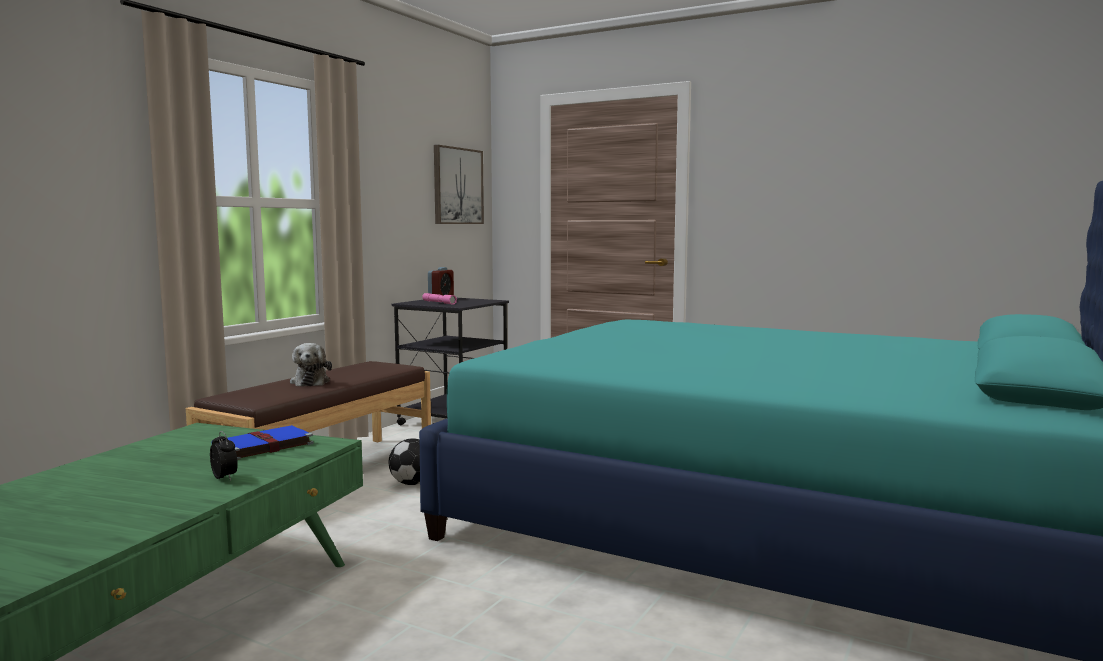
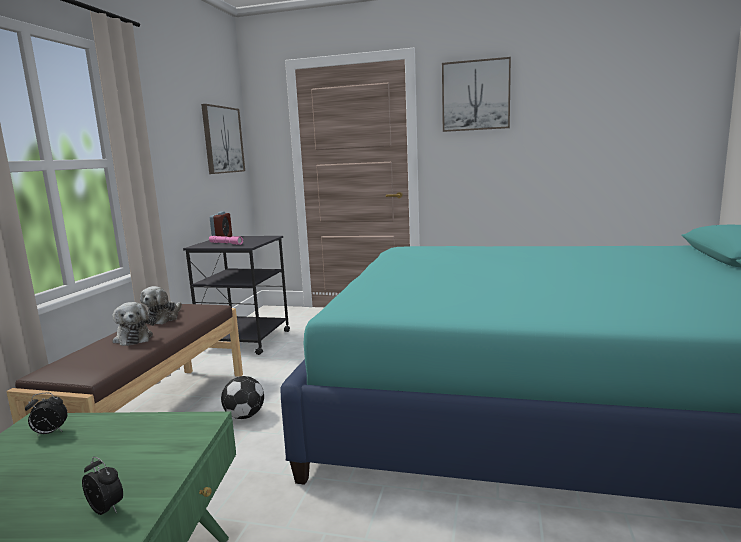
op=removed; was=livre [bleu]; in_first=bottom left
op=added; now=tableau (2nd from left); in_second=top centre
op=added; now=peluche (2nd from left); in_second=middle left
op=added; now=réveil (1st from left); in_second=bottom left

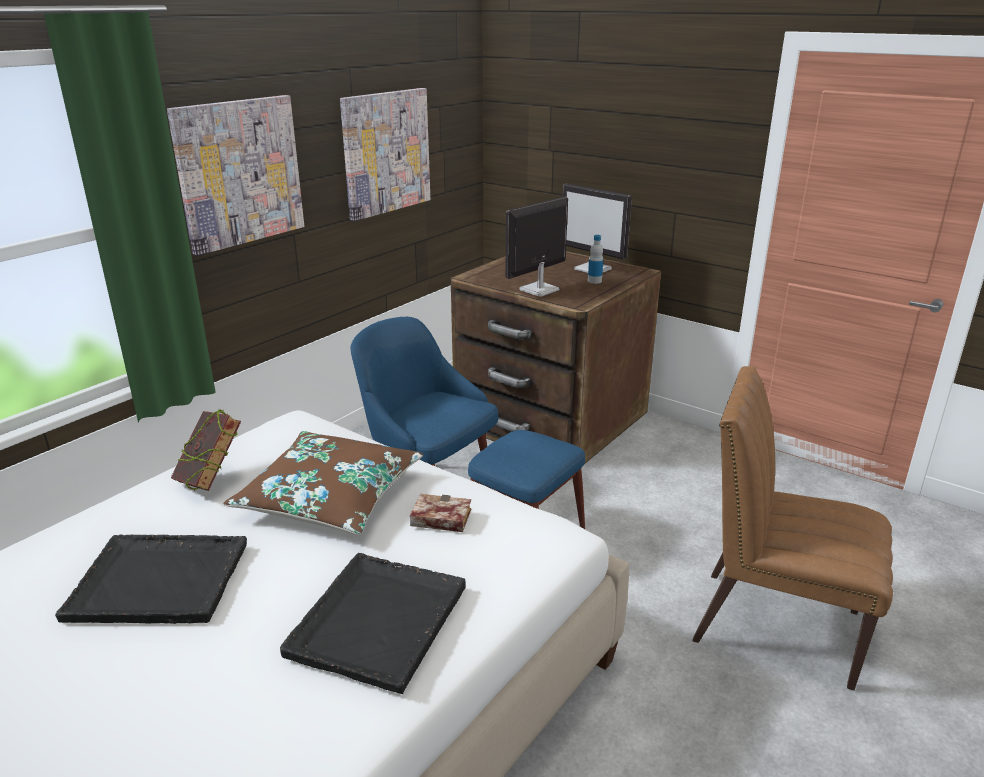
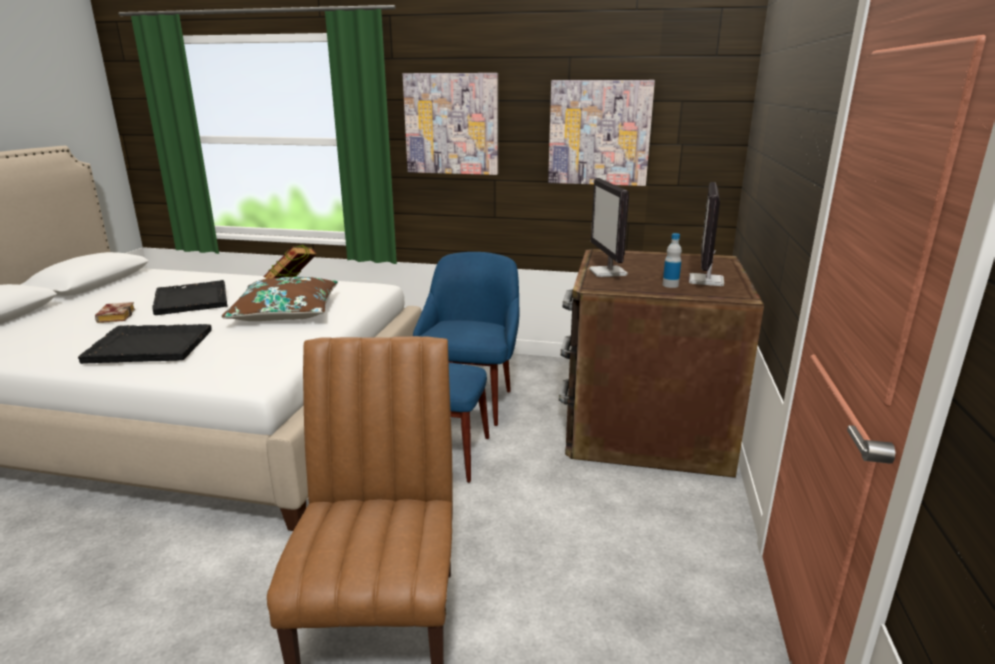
op=turned; was=écran d'ordinateur (1st from left); in_first=top centre; in_second=centre; clockwise=-120
op=moved; was=livre (2nd from left in the first image); now=livre (1st from left); in_first=centre; in_second=middle left

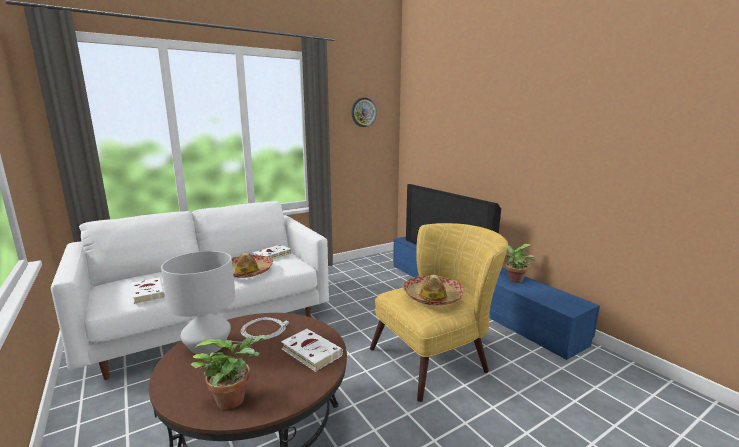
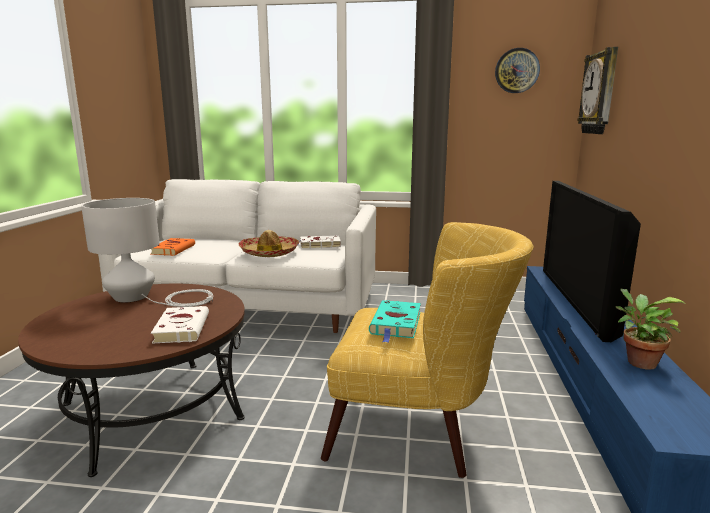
op=replaced; was=chapeau (2nd from left); now=livre [turquoise]; in_first=centre; in_second=centre
op=recoloured; was=livre [blanc] (1st from left); now=livre [orange]; in_first=middle left; in_second=middle left
op=removed; was=plante en pot (1st from left); in_first=bottom left
op=added; now=horloge murale (2nd from left); in_second=top right

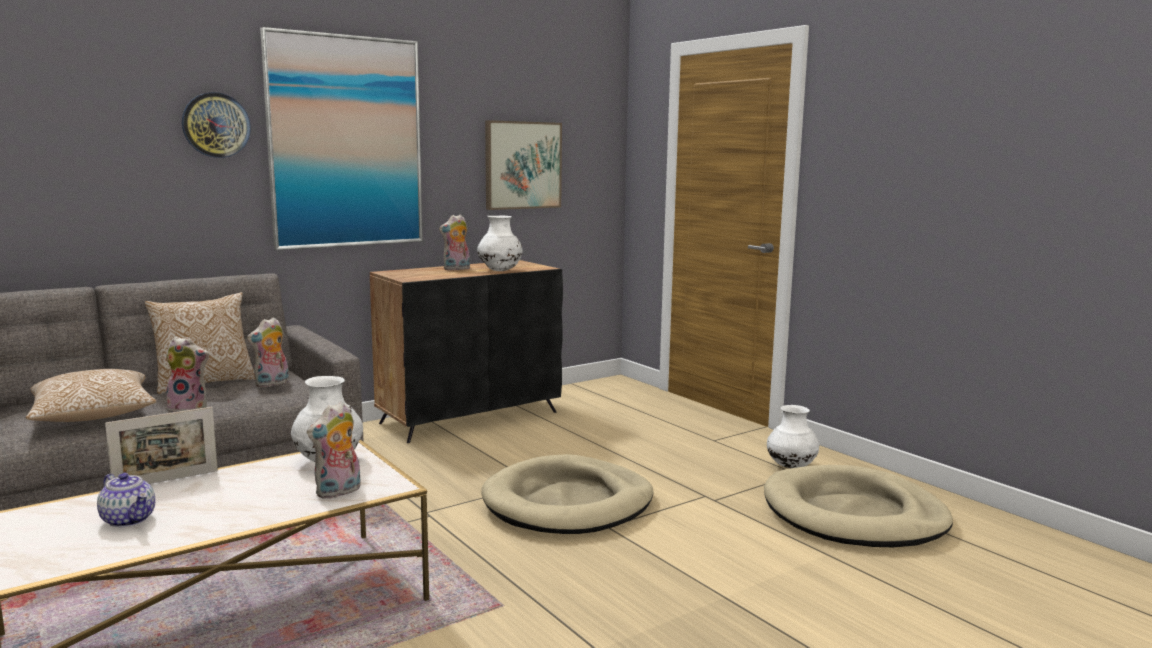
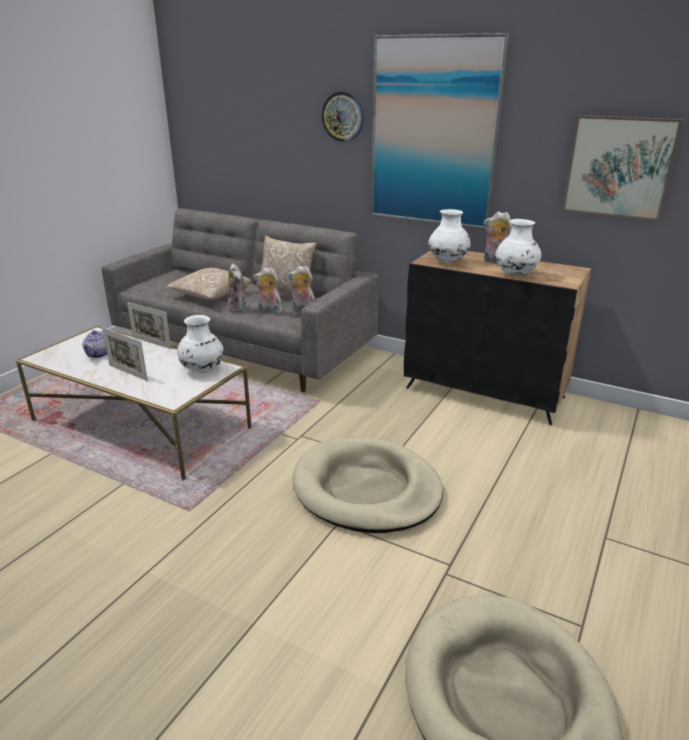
op=moved; was=peluche (3rd from left in the first image); now=peluche (2nd from left); in_first=bottom left; in_second=centre
op=moved; was=vase [blanc] (3rd from left in the first image); now=vase [blanc] (2nd from left); in_first=bottom right; in_second=top centre
op=added; now=cadre photo (1st from left); in_second=middle left

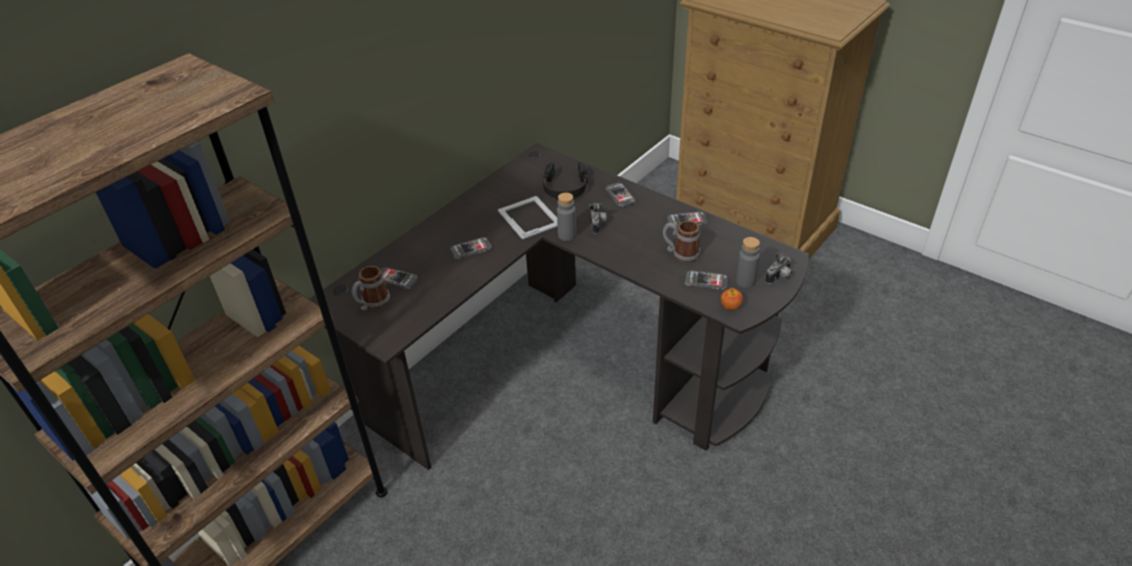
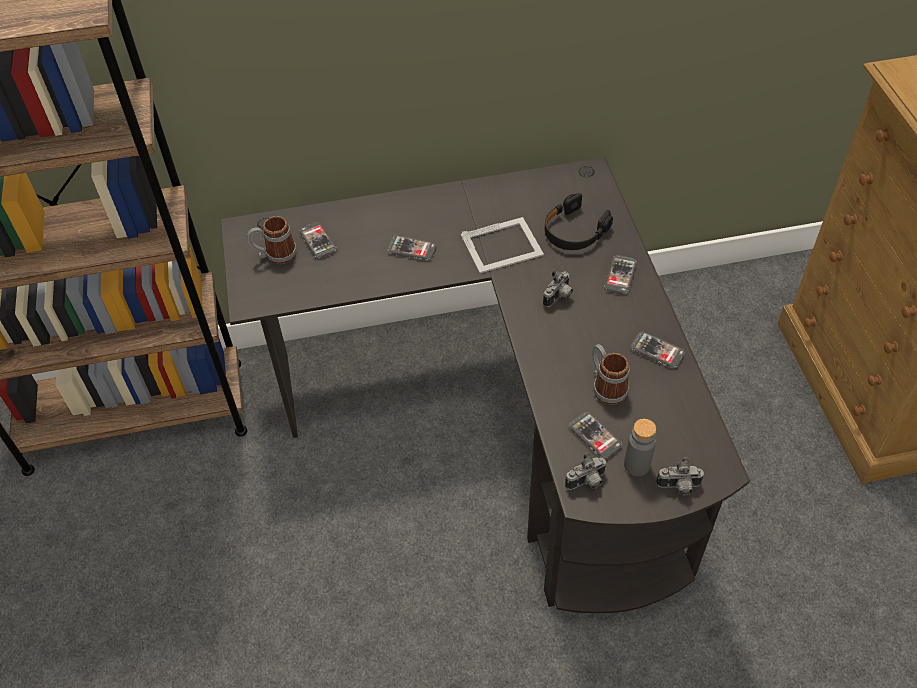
op=removed; was=bouteille [gris] (1st from left); in_first=centre
op=turned; was=cadre photo; in_first=centre; in_second=centre; clockwise=60
op=replaced; was=pomme; now=appareil photo (2nd from left); in_first=centre; in_second=bottom centre

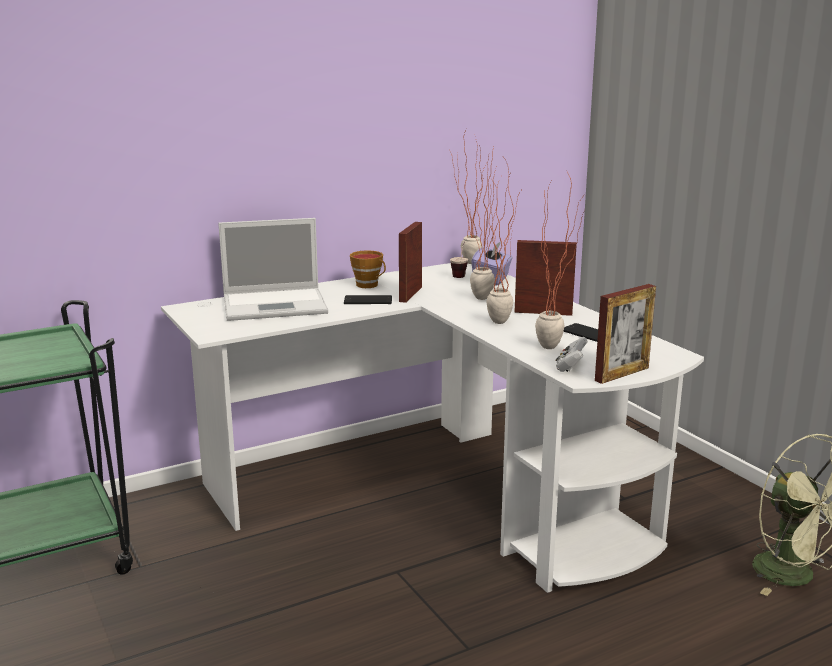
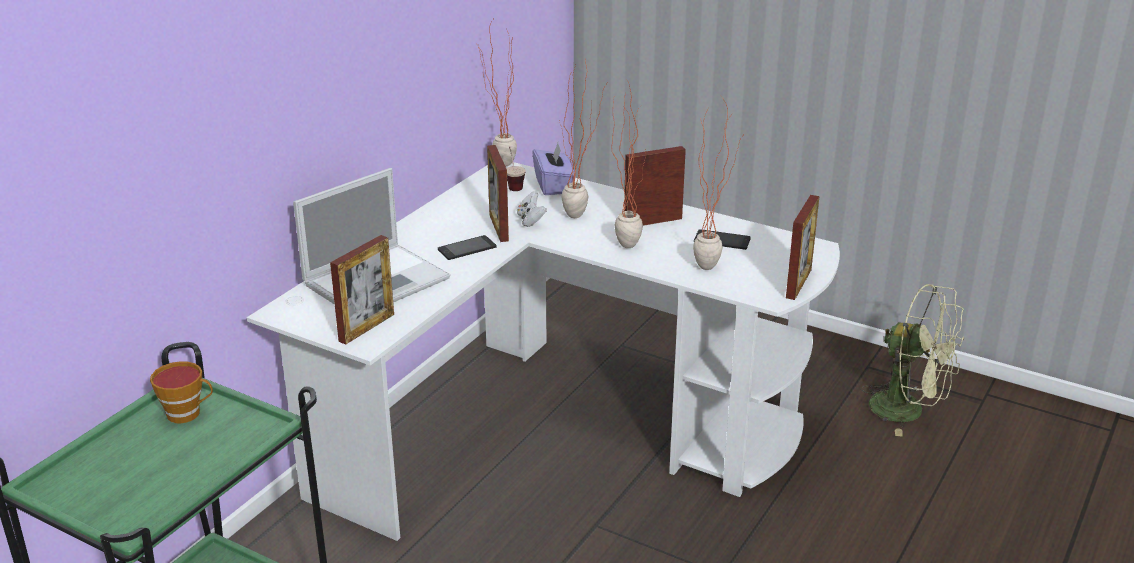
op=moved; was=tasse (1st from left); in_first=centre; in_second=bottom left
op=moved; was=manette [blanc]; in_first=middle right; in_second=centre
op=added; now=cadre photo (1st from left); in_second=middle left

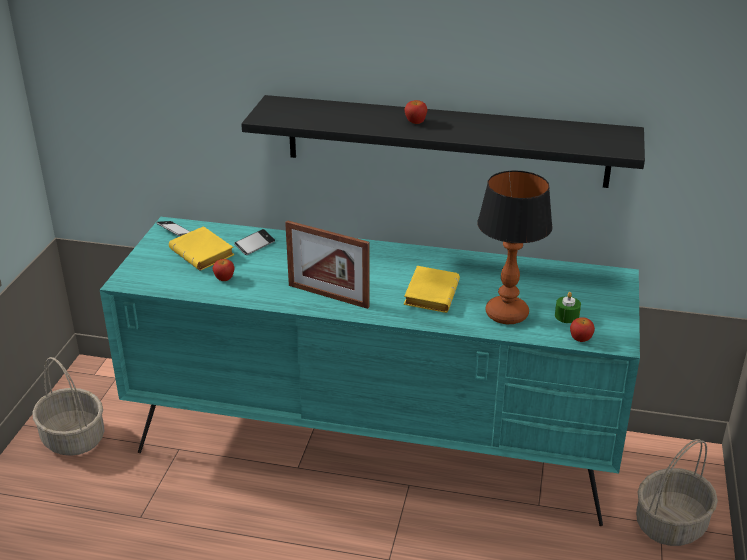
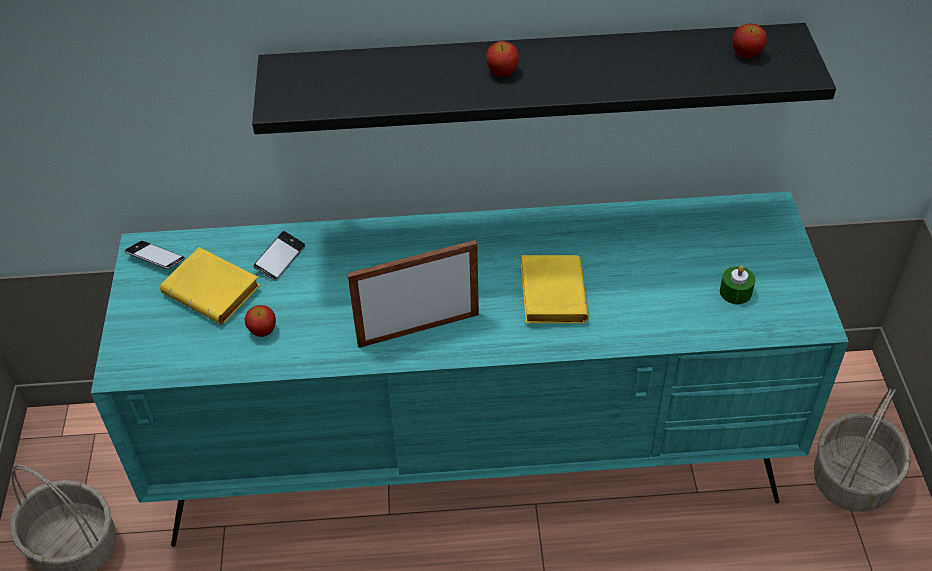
op=removed; was=lampe de table; in_first=middle right
op=turned; was=cadre photo; in_first=centre; in_second=centre; clockwise=150
op=moved; was=pomme (3rd from left); in_first=middle right; in_second=top right

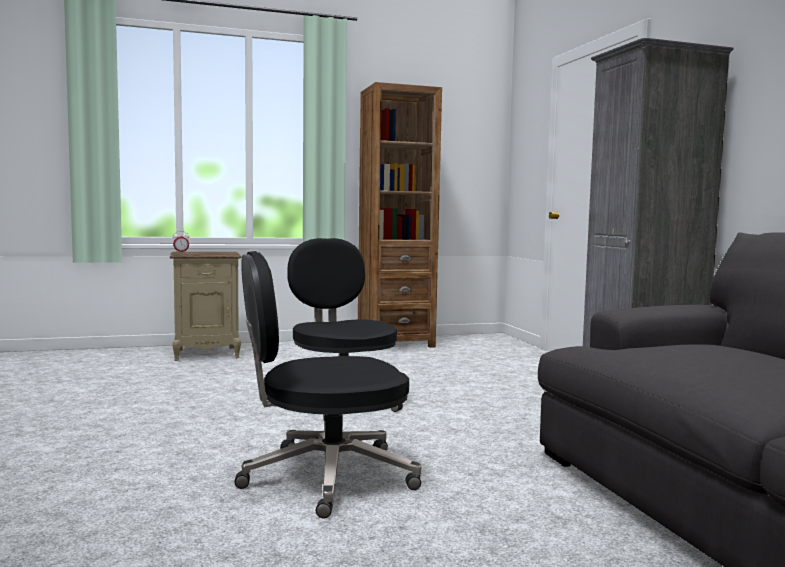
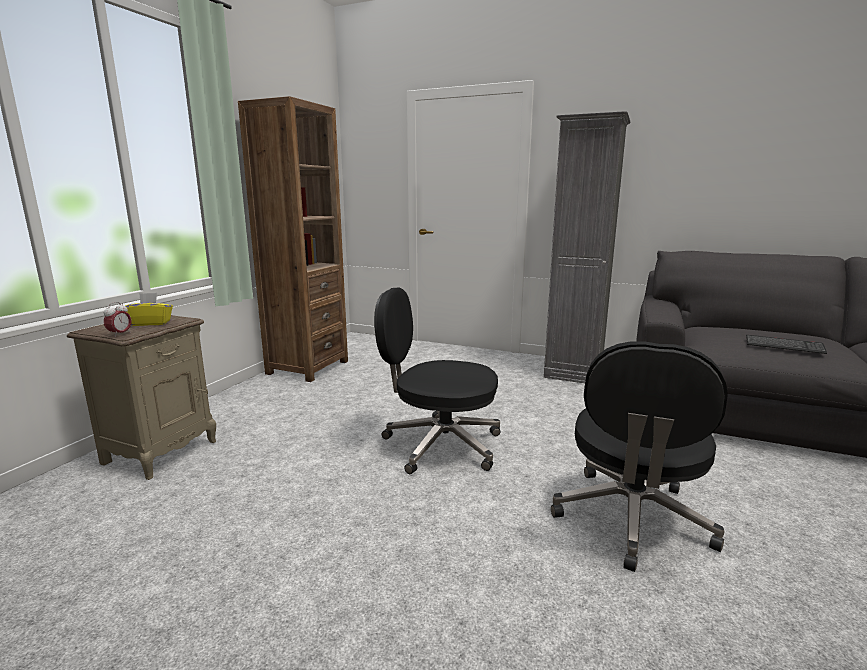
op=added; now=boîte à mouchoirs [jaune]; in_second=middle left
op=added; now=clavier; in_second=middle right

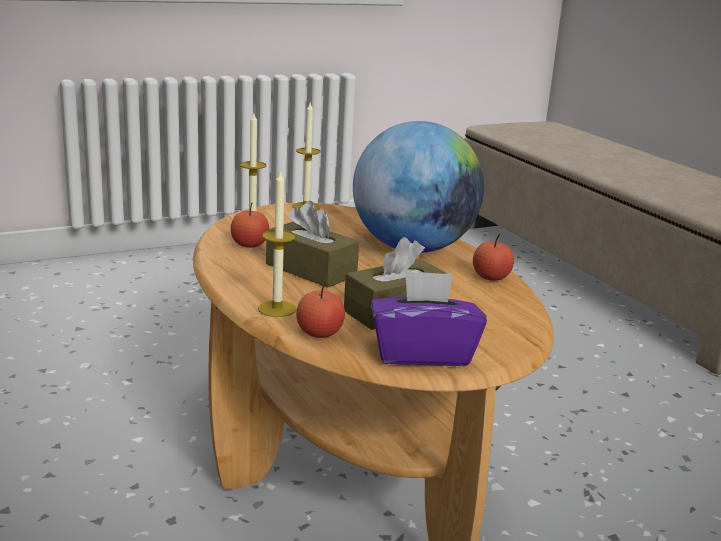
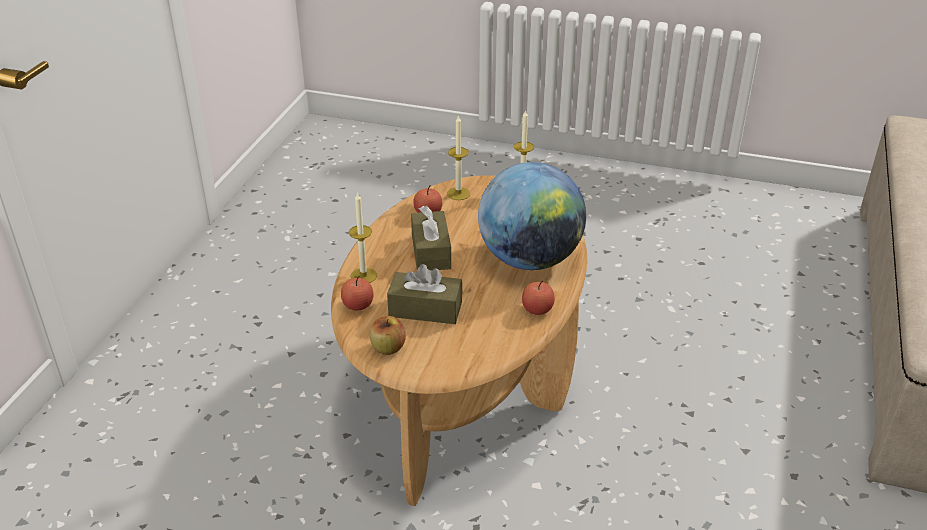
op=replaced; was=boîte à mouchoirs [violet]; now=pomme (2nd from left); in_first=centre; in_second=centre

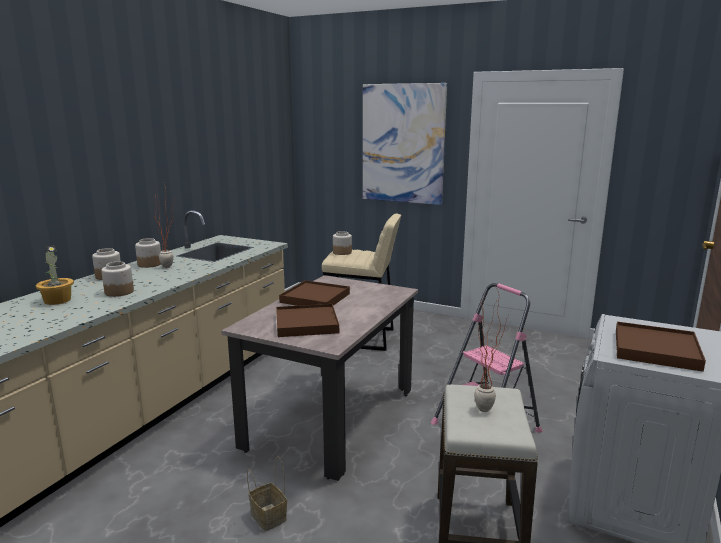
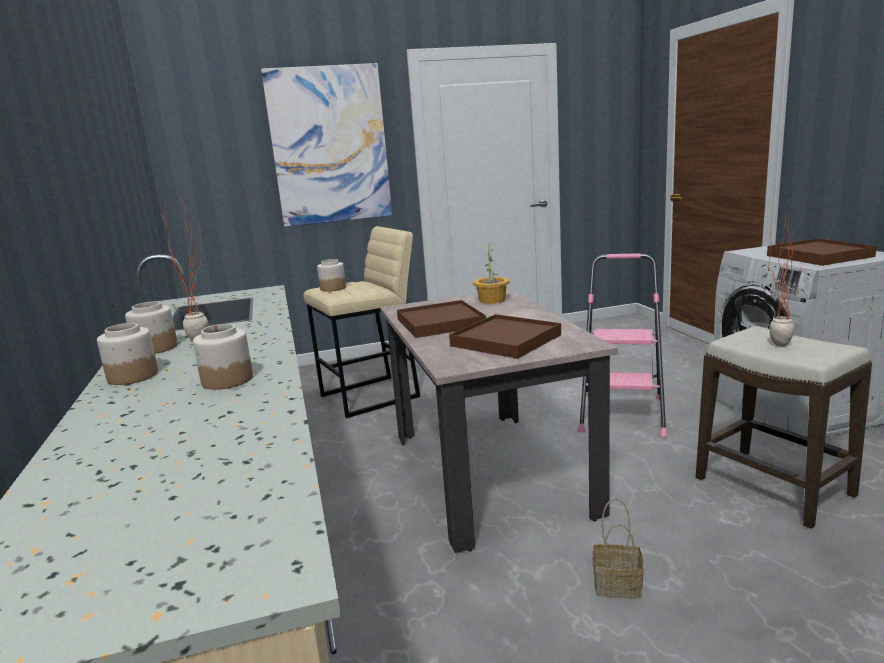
op=moved; was=plante en pot (1st from left in the first image); now=plante en pot (2nd from left); in_first=middle left; in_second=centre

